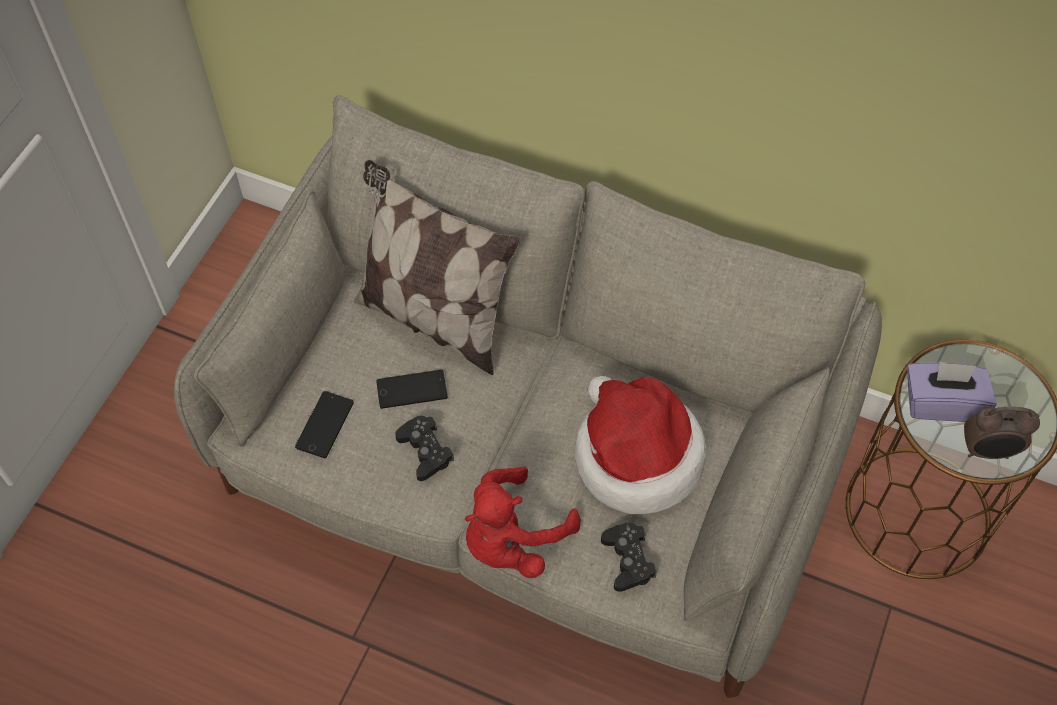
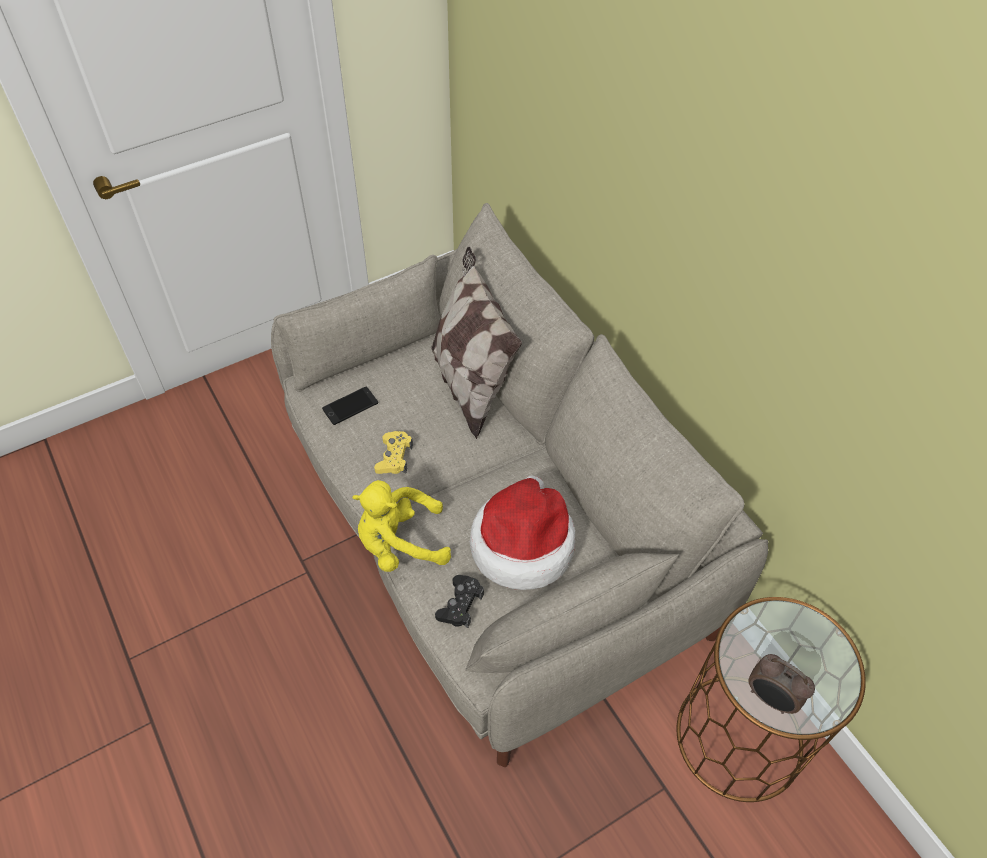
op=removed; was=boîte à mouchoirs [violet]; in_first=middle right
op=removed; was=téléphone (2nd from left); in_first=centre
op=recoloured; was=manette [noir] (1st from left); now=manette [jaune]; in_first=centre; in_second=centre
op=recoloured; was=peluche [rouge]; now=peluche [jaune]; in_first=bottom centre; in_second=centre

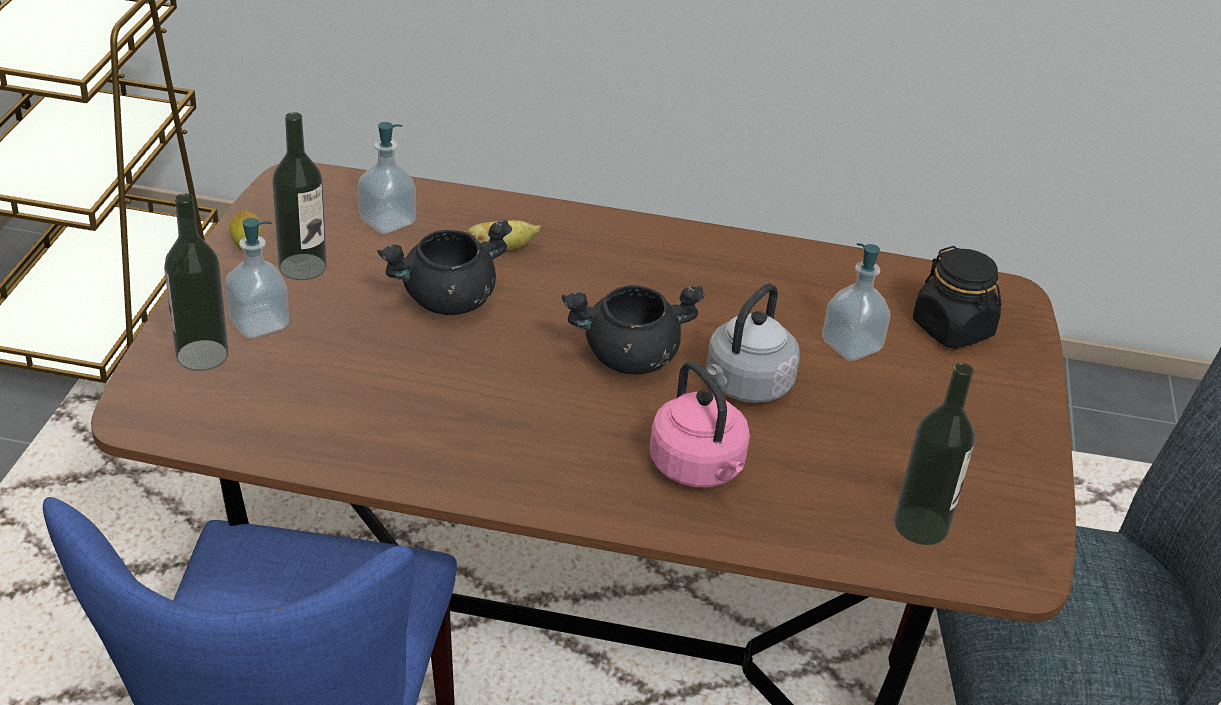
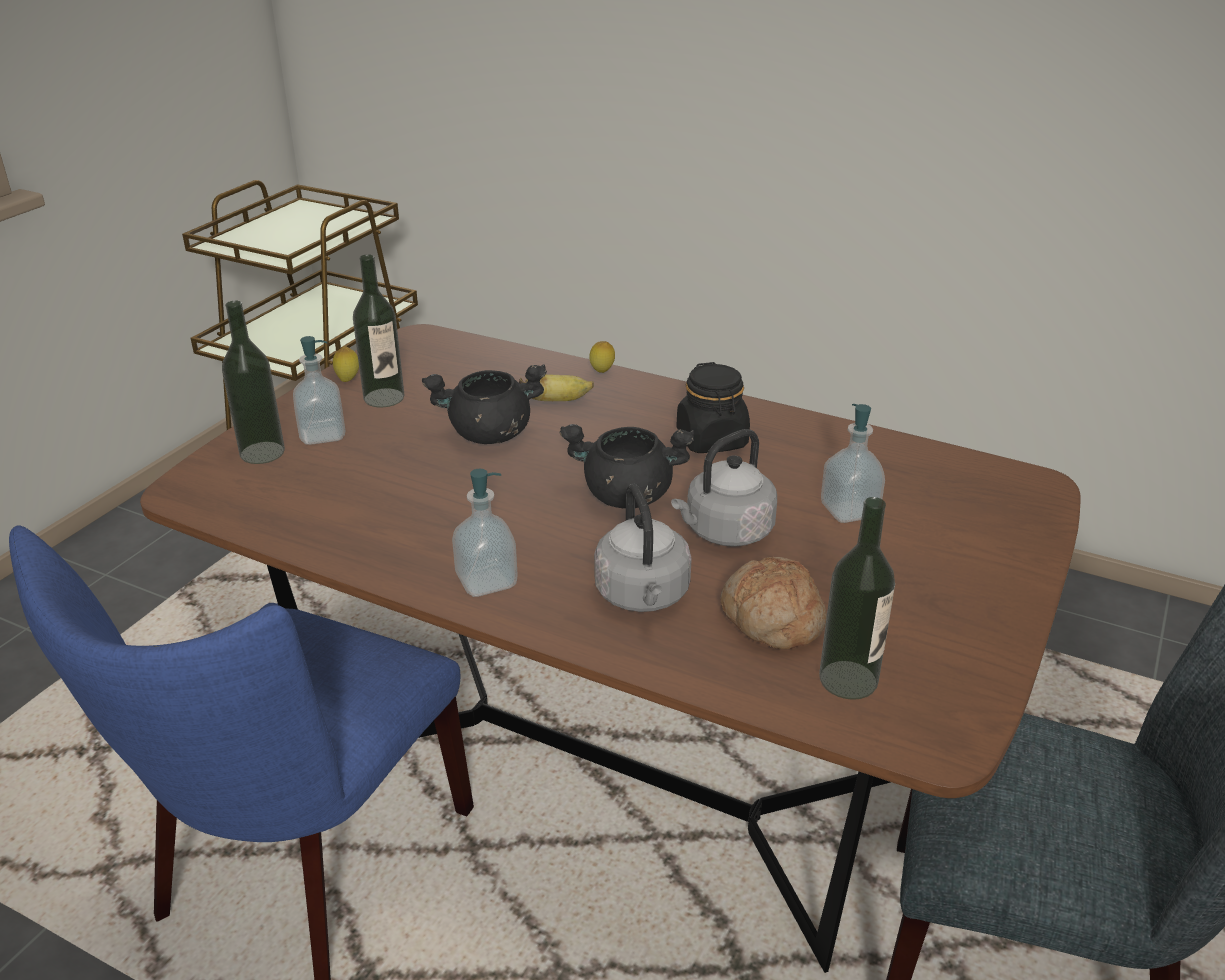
op=moved; was=distributeur de savon (2nd from left); in_first=top left; in_second=centre
op=moved; was=bocal [noir]; in_first=middle right; in_second=centre
op=recoloured; was=bouilloire [rose]; now=bouilloire [gris] (1st from left); in_first=centre; in_second=centre
op=added; now=citron (2nd from left); in_second=centre
op=added; now=pain; in_second=centre

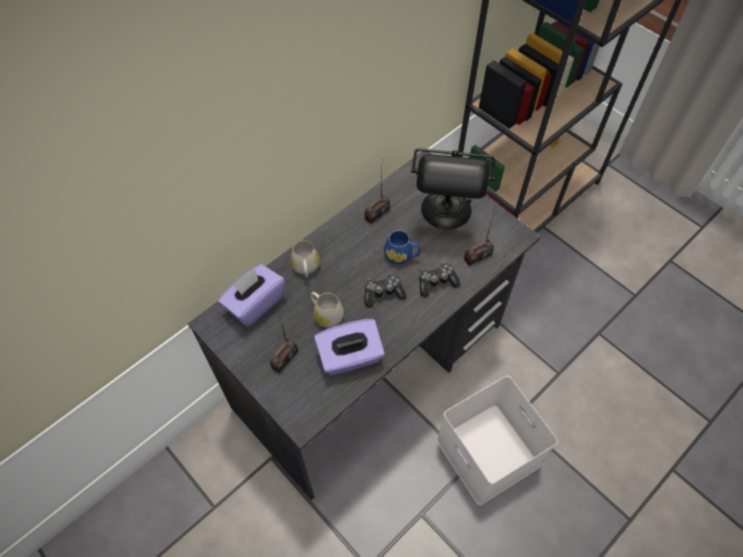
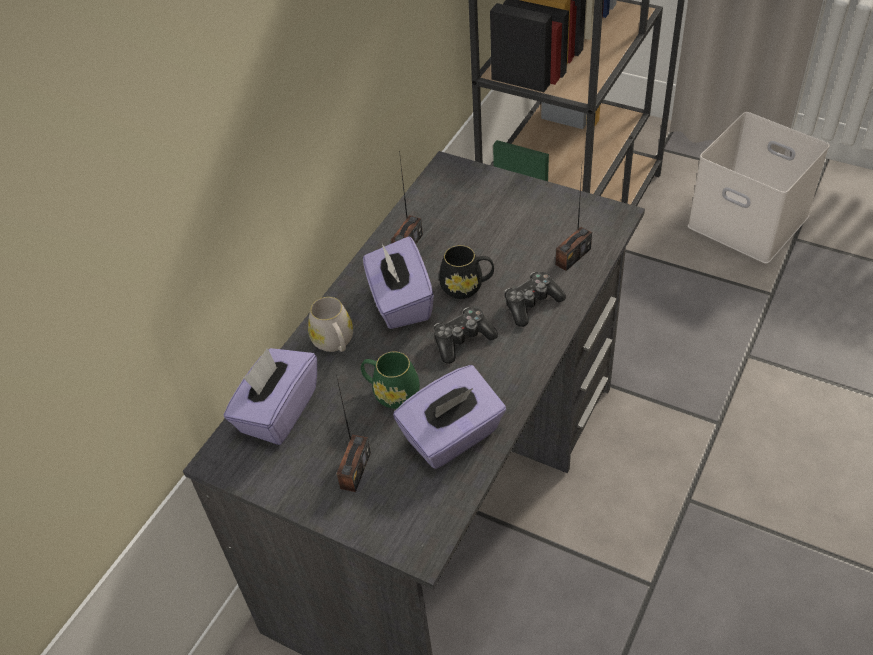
op=removed; was=lampe de table [noir]; in_first=centre
op=recoloured; was=mug [bleu]; now=mug [noir]; in_first=centre; in_second=centre
op=recoloured; was=mug [blanc] (2nd from left); now=mug [vert]; in_first=centre; in_second=centre
op=moved; was=boîte de rangement [blanc]; in_first=bottom right; in_second=top right
op=added; now=boîte à mouchoirs [violet] (2nd from left); in_second=centre

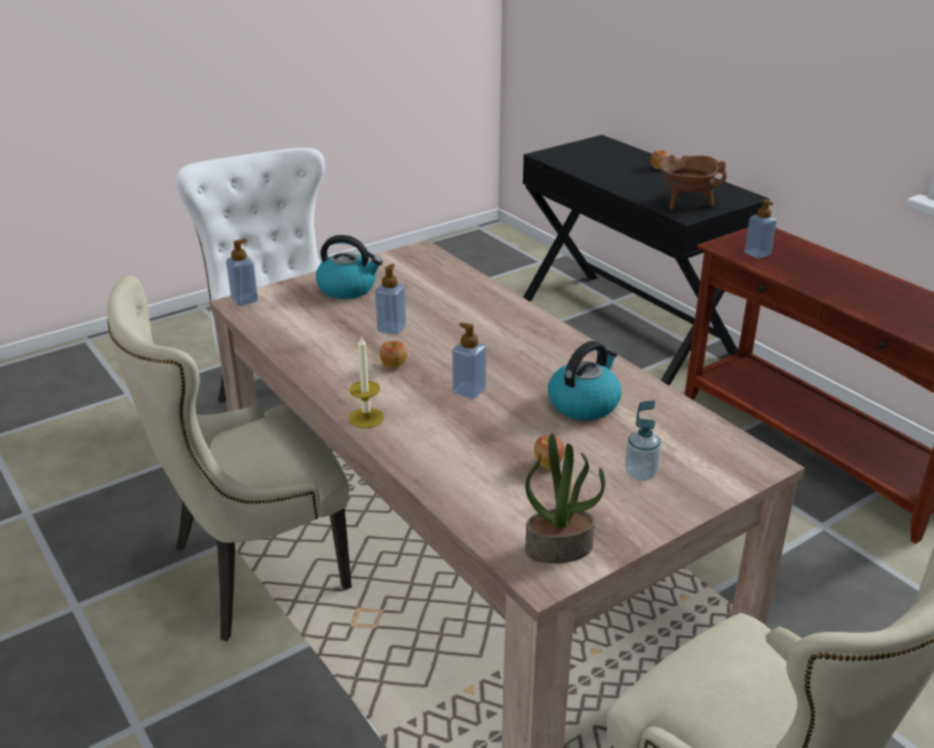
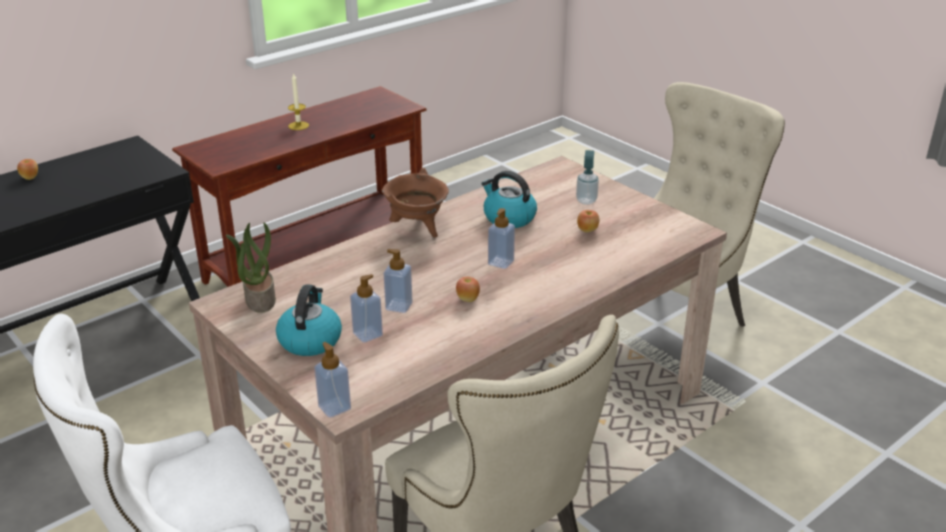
op=moved; was=marmite [marron]; in_first=top right; in_second=centre
op=moved; was=distributeur de savon (5th from left in the first image); now=distributeur de savon (2nd from left); in_first=top right; in_second=centre
op=moved; was=bougie; in_first=centre; in_second=top left
op=moved; was=plante en pot; in_first=bottom centre; in_second=middle left

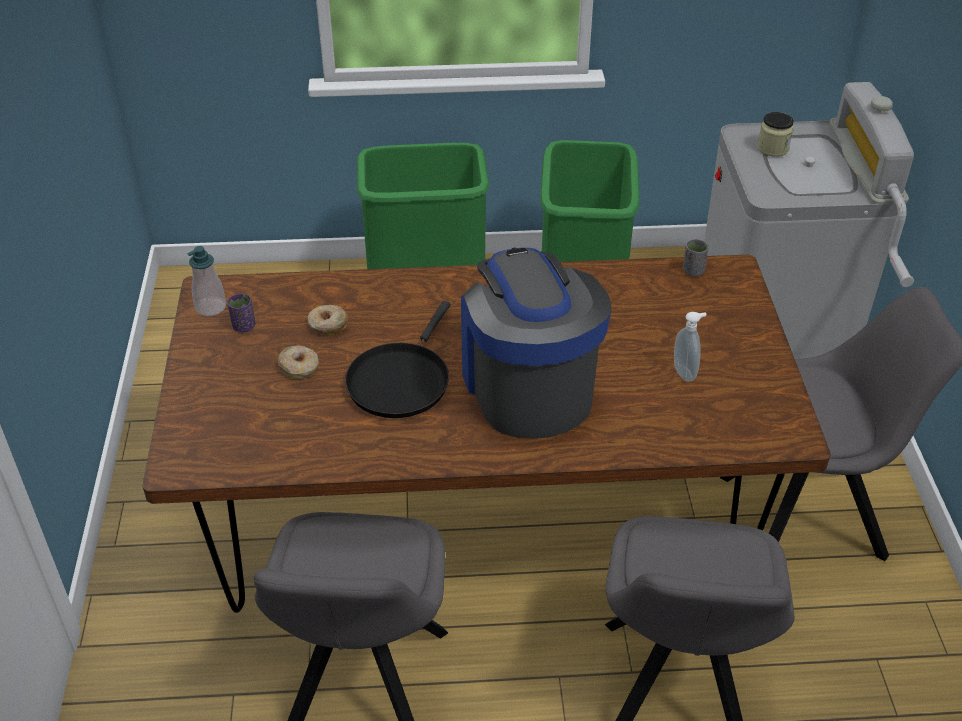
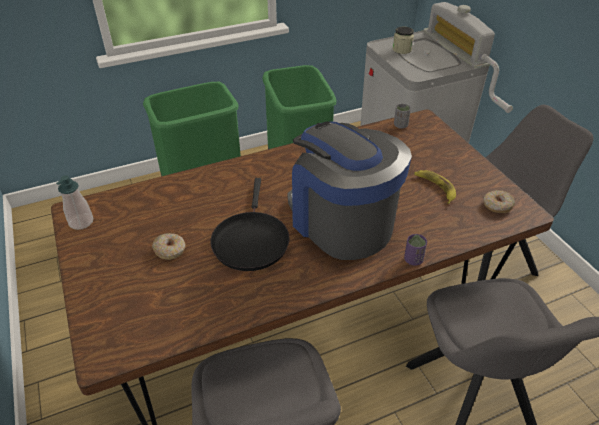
op=moved; was=tasse [violet]; in_first=middle left; in_second=middle right
op=moved; was=beignet (2nd from left); in_first=centre; in_second=middle right
op=replaced; was=distributeur de savon (2nd from left); now=banane; in_first=middle right; in_second=middle right

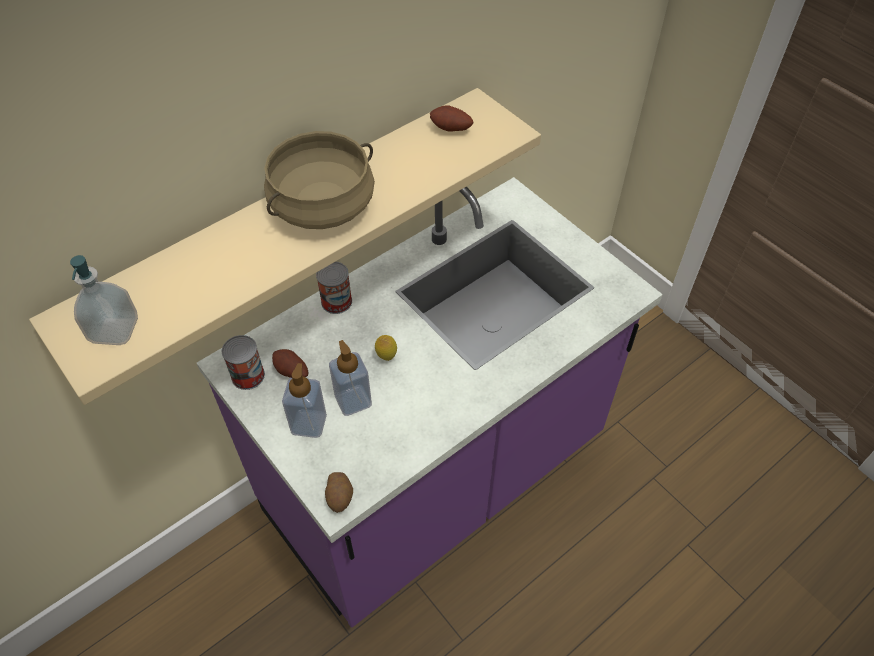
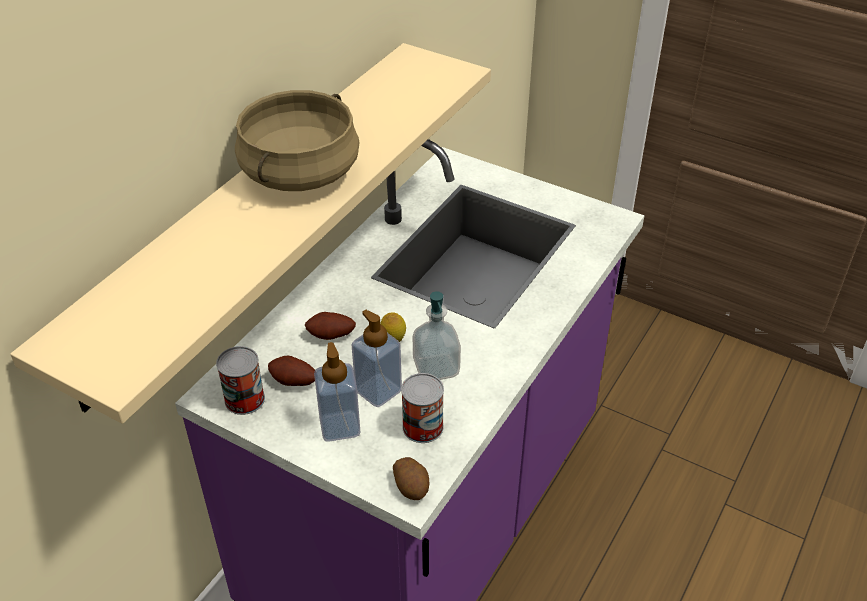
op=moved; was=pomme de terre (3rd from left in the first image); now=pomme de terre (2nd from left); in_first=top centre; in_second=centre
op=moved; was=distributeur de savon (1st from left in the first image); now=distributeur de savon (3rd from left); in_first=middle left; in_second=centre
op=moved; was=boîte métallique (2nd from left); in_first=centre; in_second=bottom centre

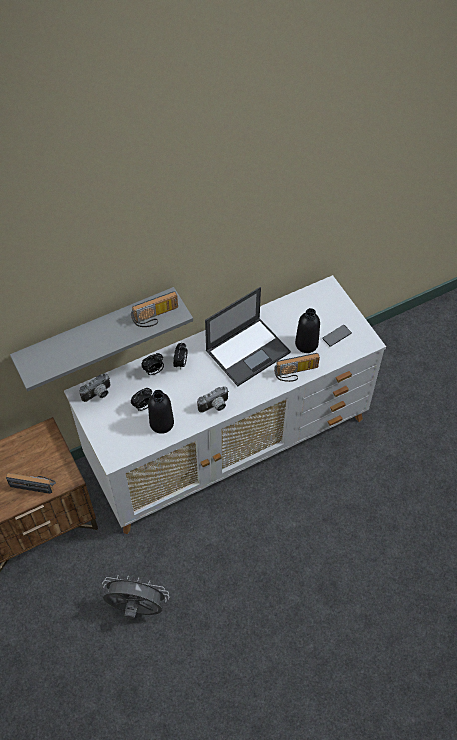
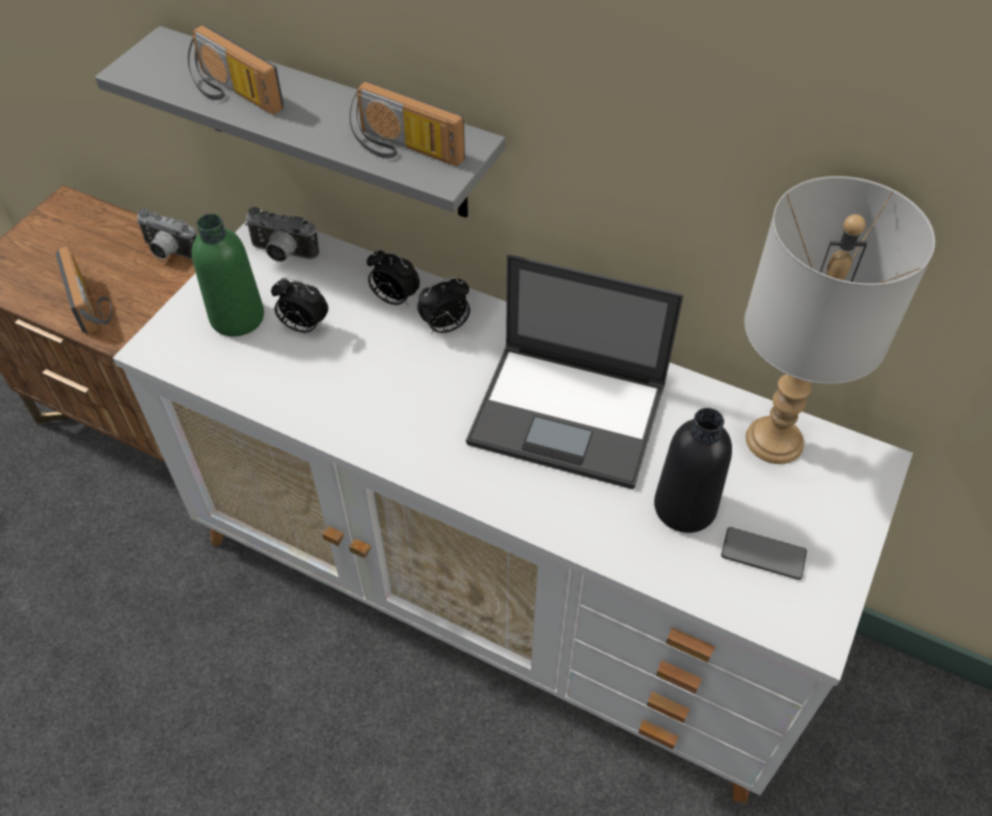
op=moved; was=radio (3rd from left in the first image); now=radio (2nd from left); in_first=centre; in_second=top left
op=moved; was=appareil photo (2nd from left in the first image); now=appareil photo (1st from left); in_first=centre; in_second=top left
op=removed; was=bouteille [noir] (1st from left); in_first=centre
op=removed; was=ventilateur [gris]; in_first=bottom left
op=added; now=lampe de table [gris]; in_second=middle right
op=added; now=bouteille [vert]; in_second=middle left

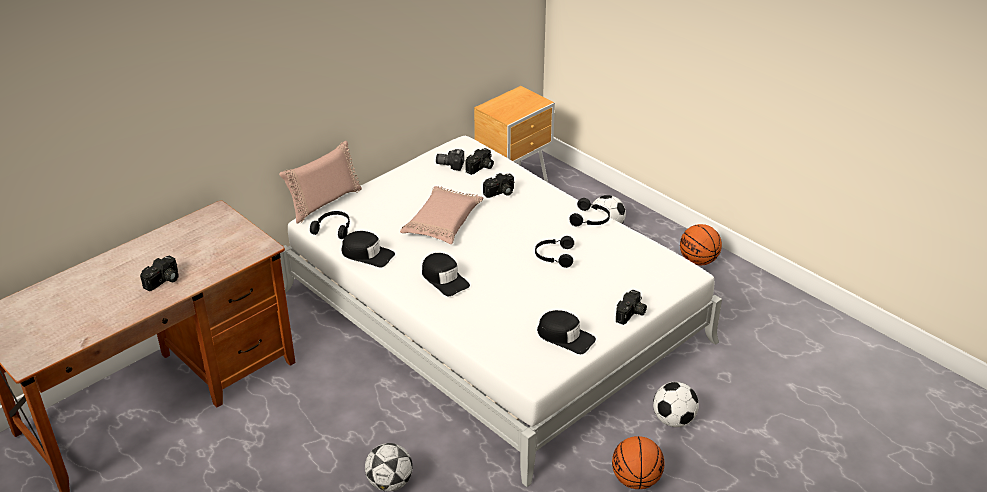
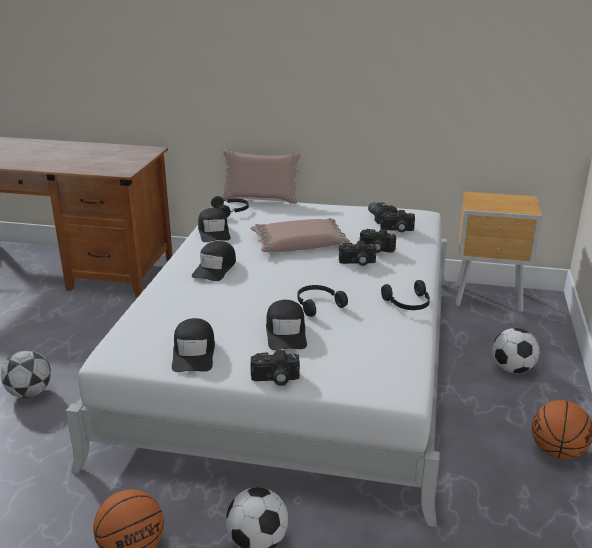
op=moved; was=appareil photo (1st from left in the first image); now=appareil photo (2nd from left); in_first=middle left; in_second=centre
op=added; now=casquette [noir] (4th from left); in_second=centre

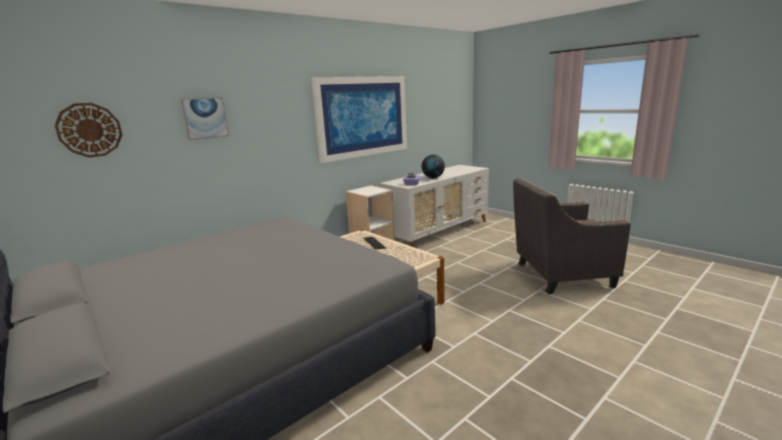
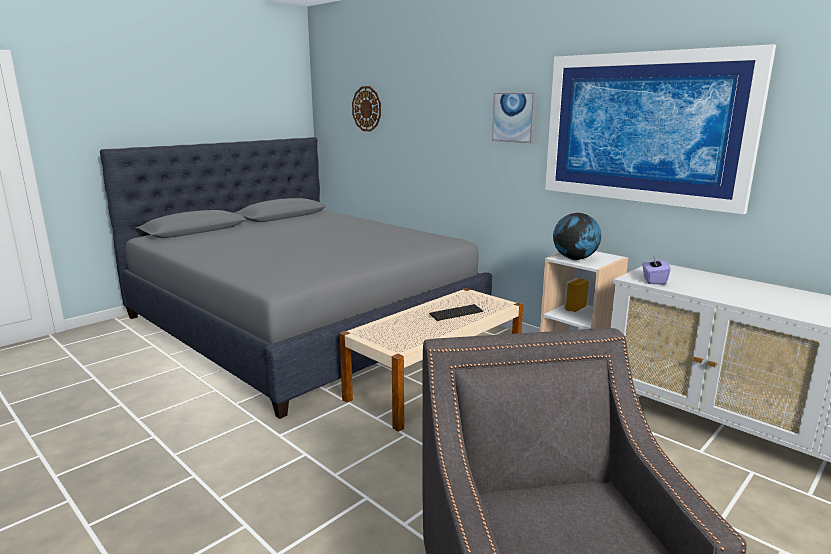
op=moved; was=tableau (1st from left); in_first=top left; in_second=top centre
op=moved; was=globe; in_first=centre; in_second=middle right

